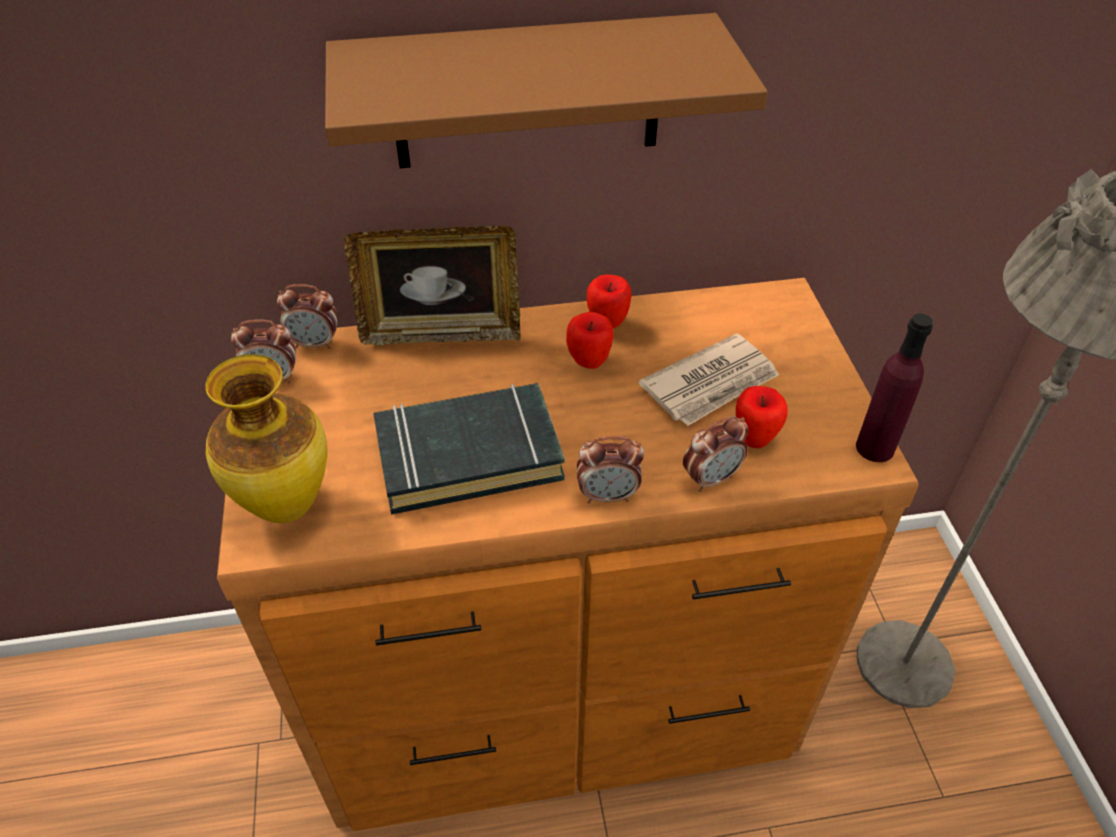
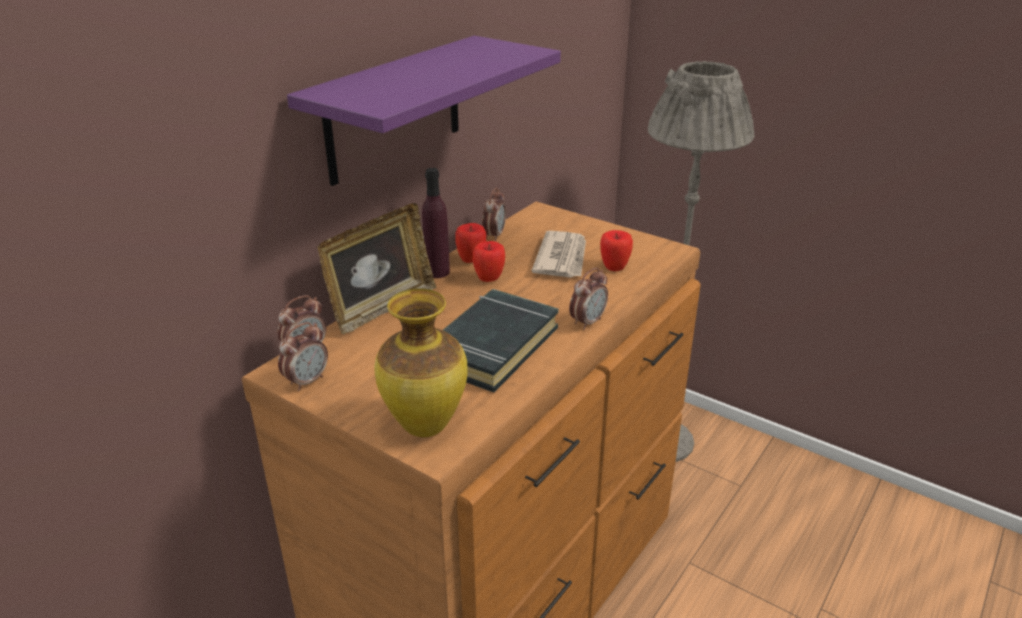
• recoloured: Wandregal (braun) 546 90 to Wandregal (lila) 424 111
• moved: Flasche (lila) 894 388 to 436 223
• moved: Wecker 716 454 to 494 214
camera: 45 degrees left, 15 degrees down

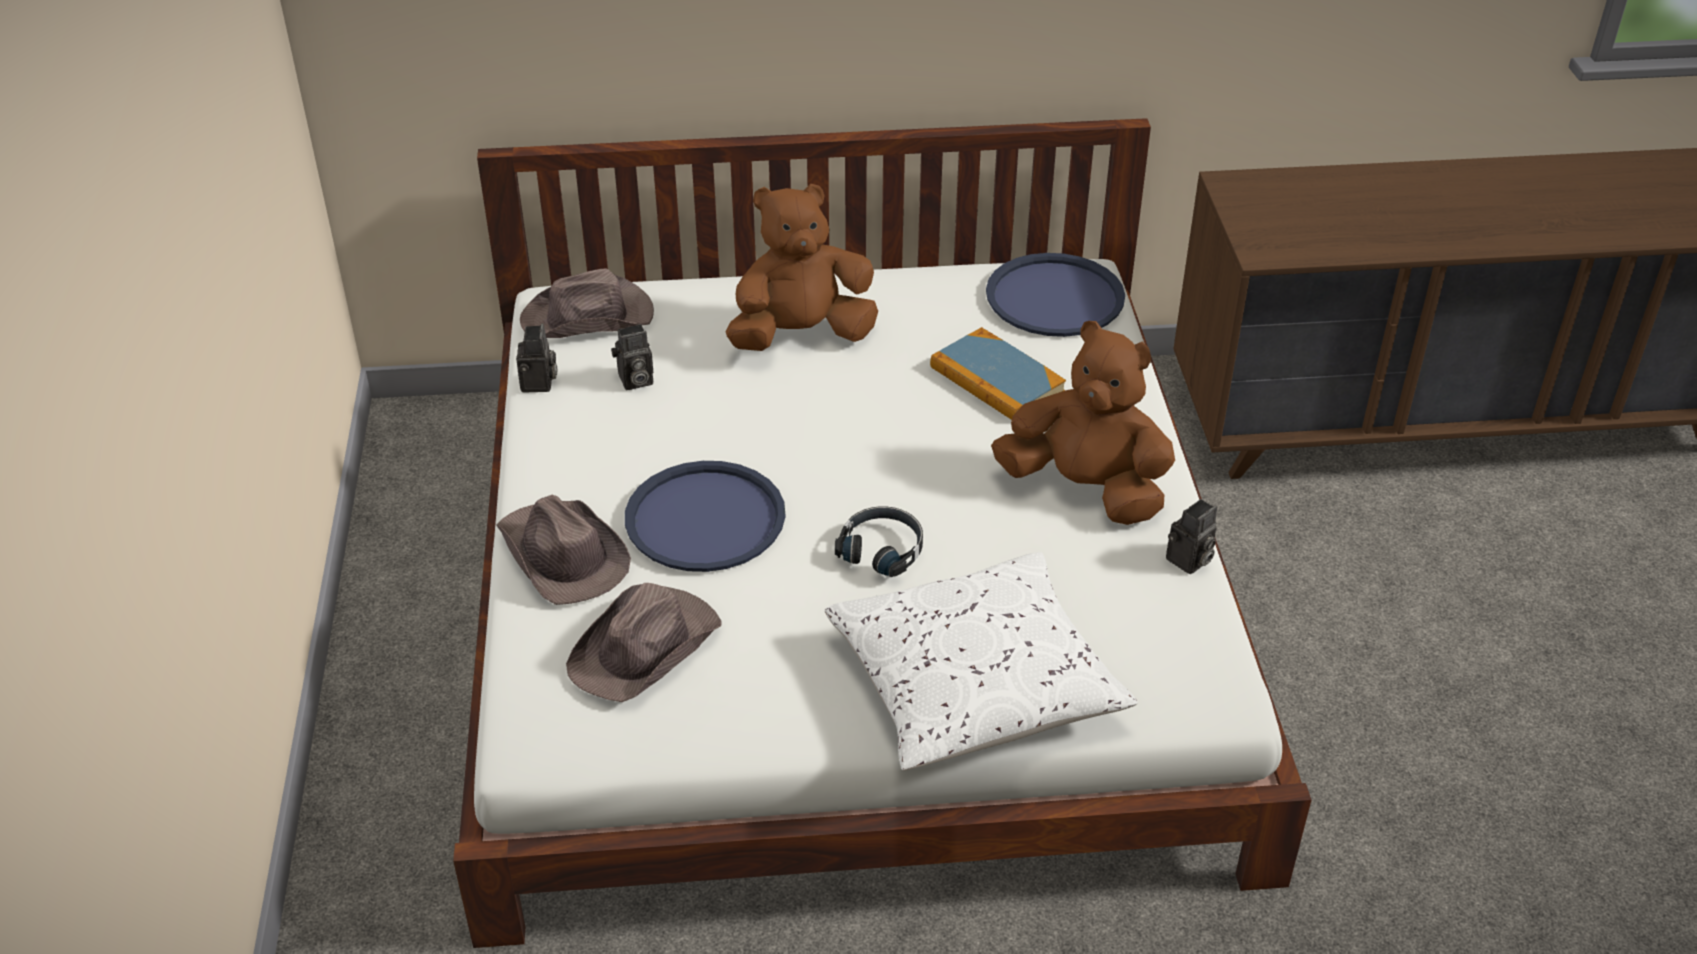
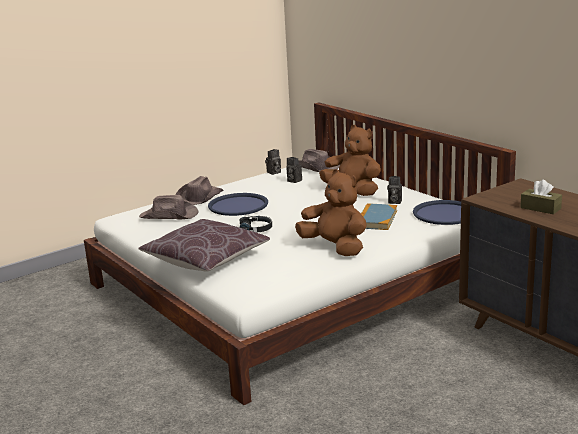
• recoloured: Kissen (weiß) 981 661 to Kissen (braun) 204 245
• turned: Plüschtier (braun) 1083 423 = 331 212 45 degrees counterclockwise
• moved: Kamera 1191 536 to 394 190
• added: Taschentuchbox (braun) 541 197
camera: 60 degrees right, 20 degrees down

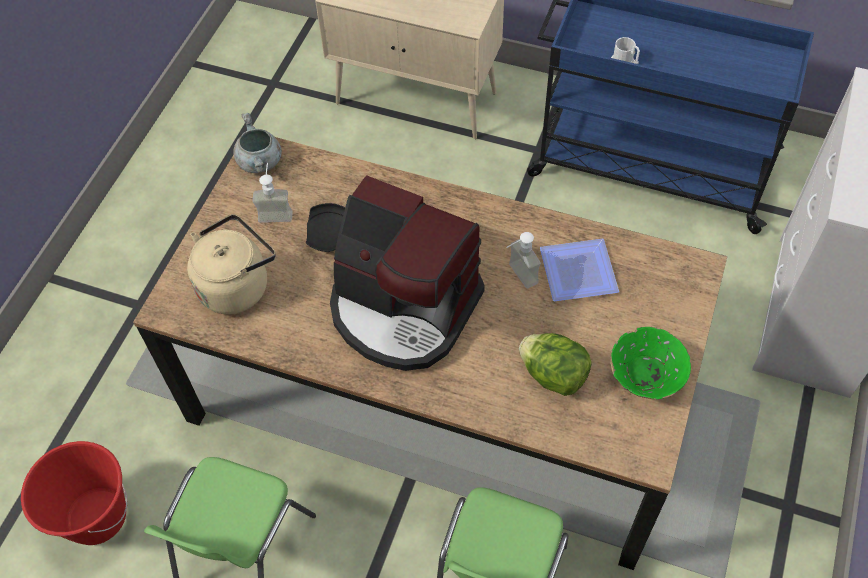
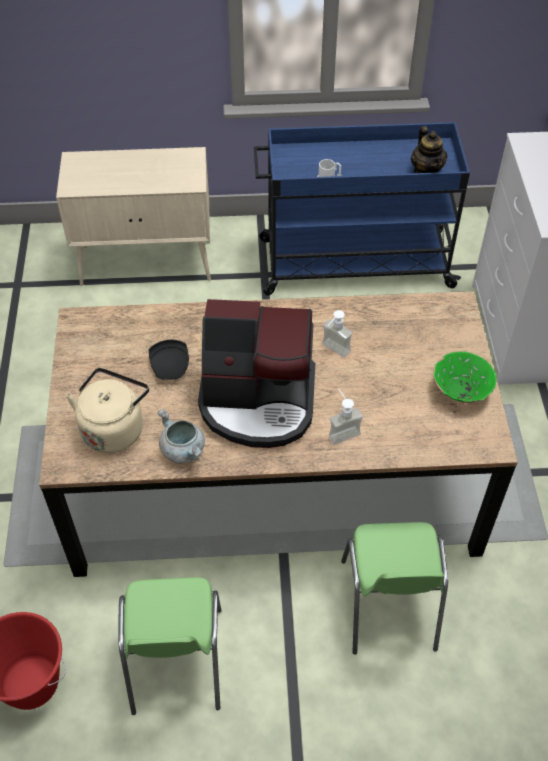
• moved: Kochtopf (grau) 258 143 to 181 436
• moved: Seifenspender 273 193 to 346 417
• added: Teekanne 429 149
• removed: Salatkopf 555 364
• removed: Teller 579 270
camera: 25 degrees left, 5 degrees down

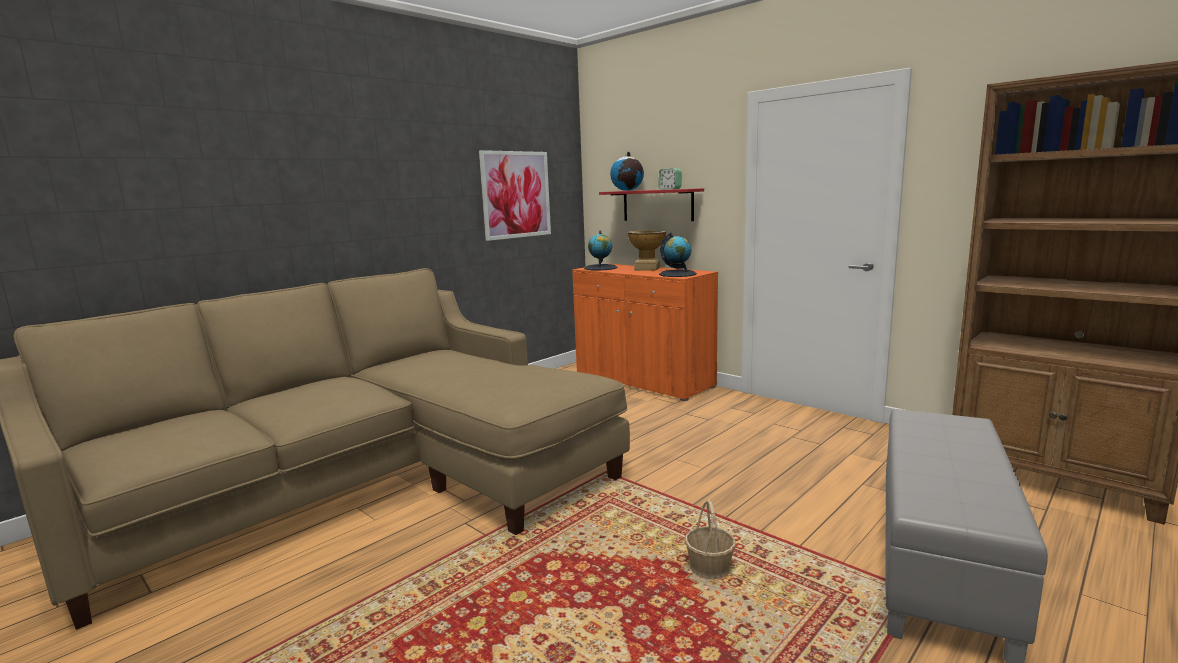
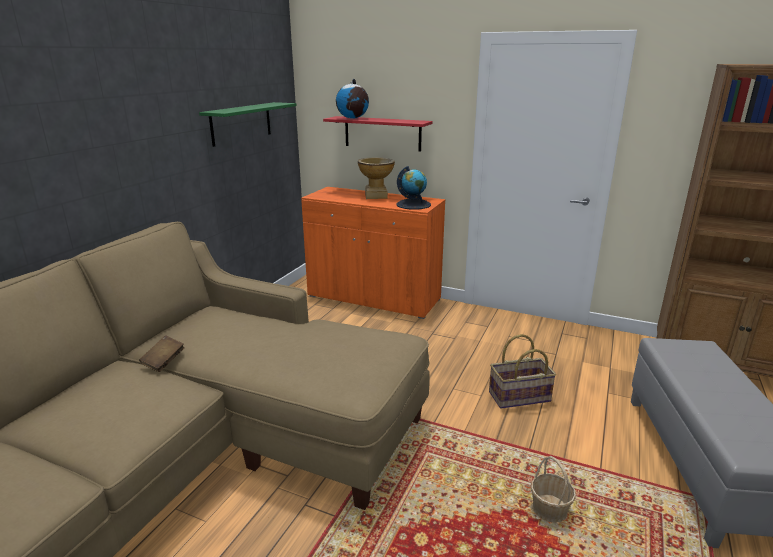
• added: Buch (braun) 162 353
• replaced: Bild 515 195 to Wandregal (grün) 248 124
• added: Korb 522 371
• removed: Globus 601 250
• removed: Wecker 670 179
camera: 20 degrees left, 10 degrees up

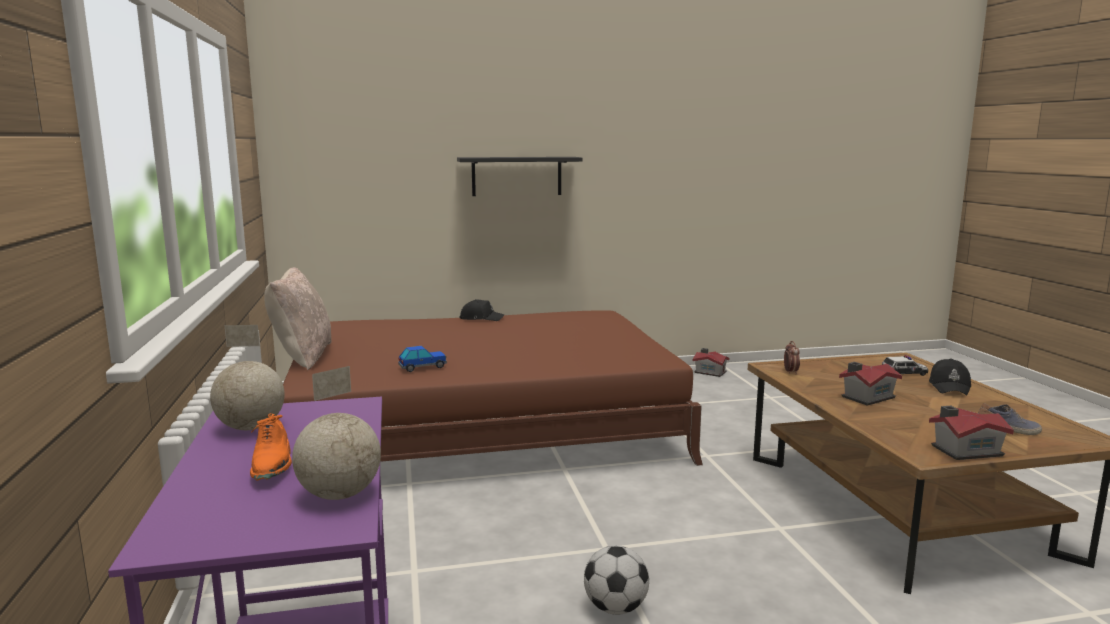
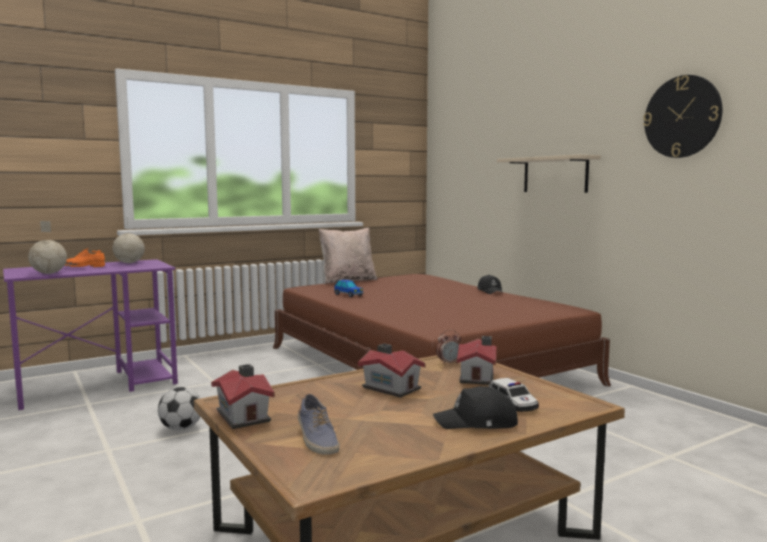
• moved: Spielzeughaus 711 362 to 476 360
• recoloured: Wandregal (schwarz) 520 176 to Wandregal (beige) 549 174
• added: Wanduhr 683 116
camera: 70 degrees right, 5 degrees down

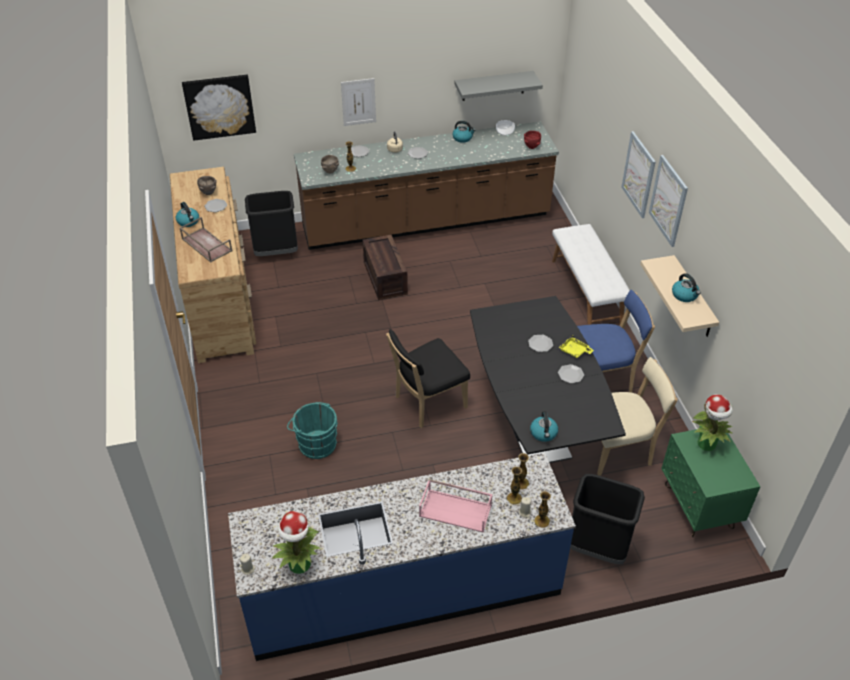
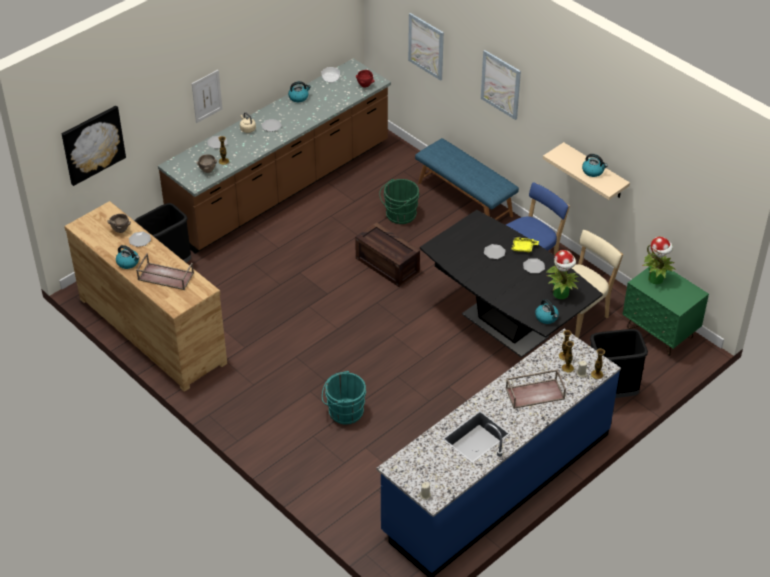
• moved: Kiste 385 267 to 387 254
• added: Eimer (grün) 399 201
• moved: Bild 668 201 to 426 47
• recoloured: Bank (weiß) 591 274 to Bank (blau) 467 179
• recoloured: Tablett (rosa) 456 506 to Tablett (braun) 536 389
• moved: Topfpflanze 296 542 to 563 274
• removed: Stuhl (schwarz) 428 378
• removed: Wandregal (grau) 498 86
camera: 30 degrees left, 0 degrees up

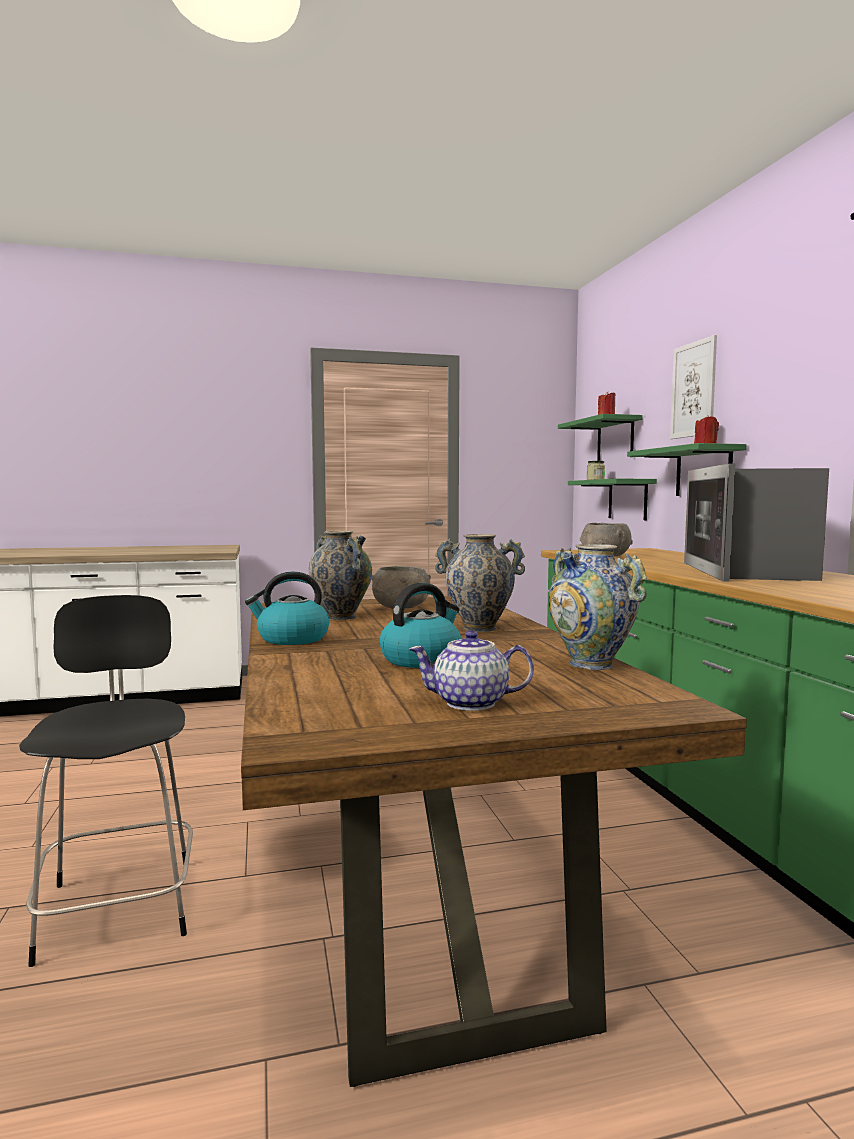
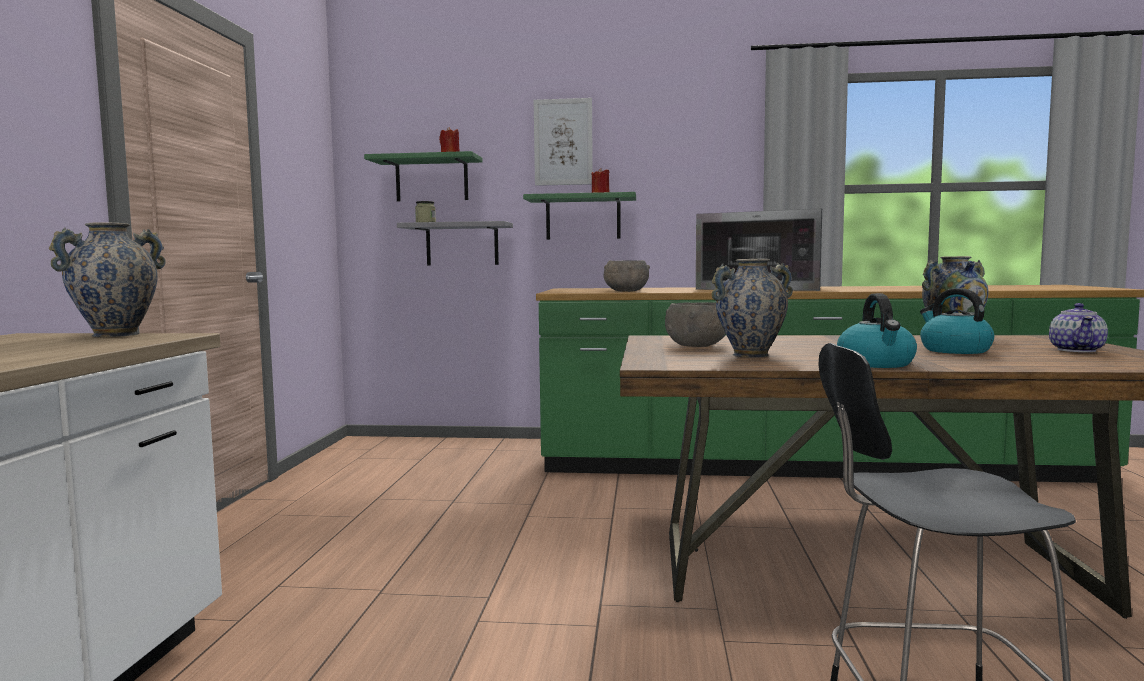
• moved: Vase 480 583 to 107 279
• recoloured: Wandregal (grün) 612 499 to Wandregal (grau) 455 243
camera: 70 degrees left, 0 degrees up

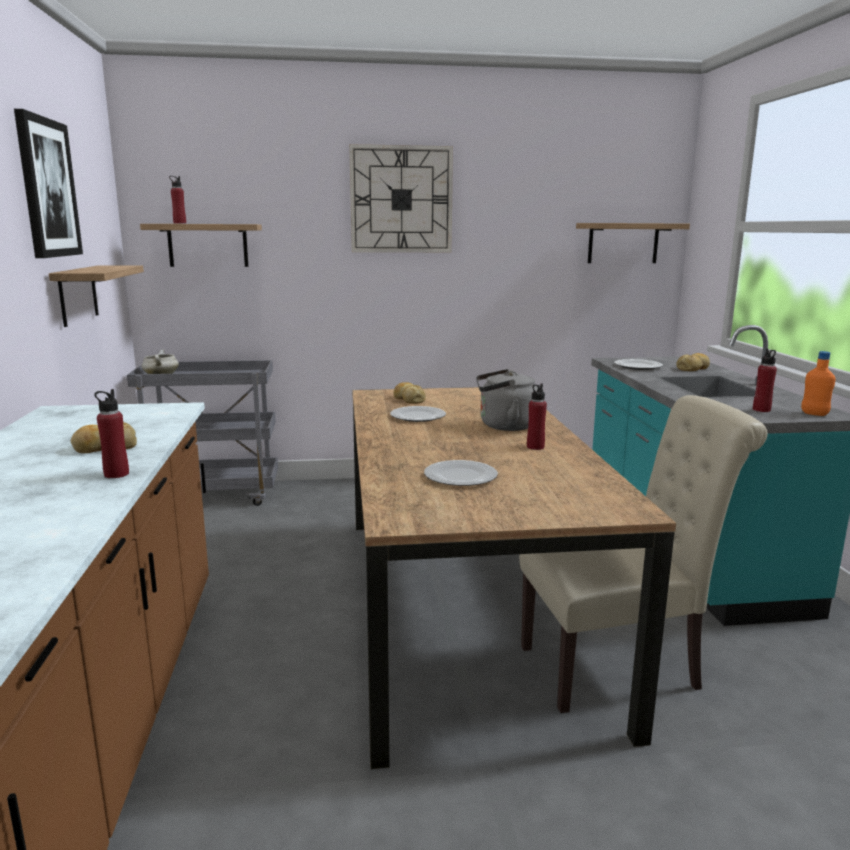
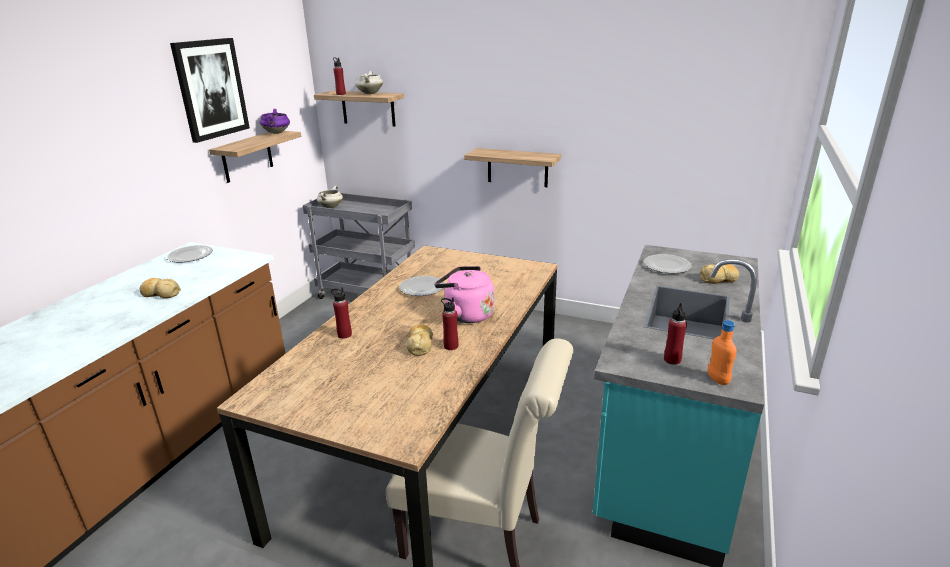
• moved: Teller 461 473 to 189 254
• added: Kochtopf (lila) 275 121
• moved: Flasche (rot) 112 433 to 341 313
• added: Kochtopf (weiß) 369 82
• moved: Brot 410 393 to 419 340
• recoloured: Wasserkessel (grau) 507 400 to Wasserkessel (rosa) 464 294
• moved: Wandregal 633 243 to 512 167
• removed: Wanduhr 401 198
camera: 30 degrees right, 10 degrees up

